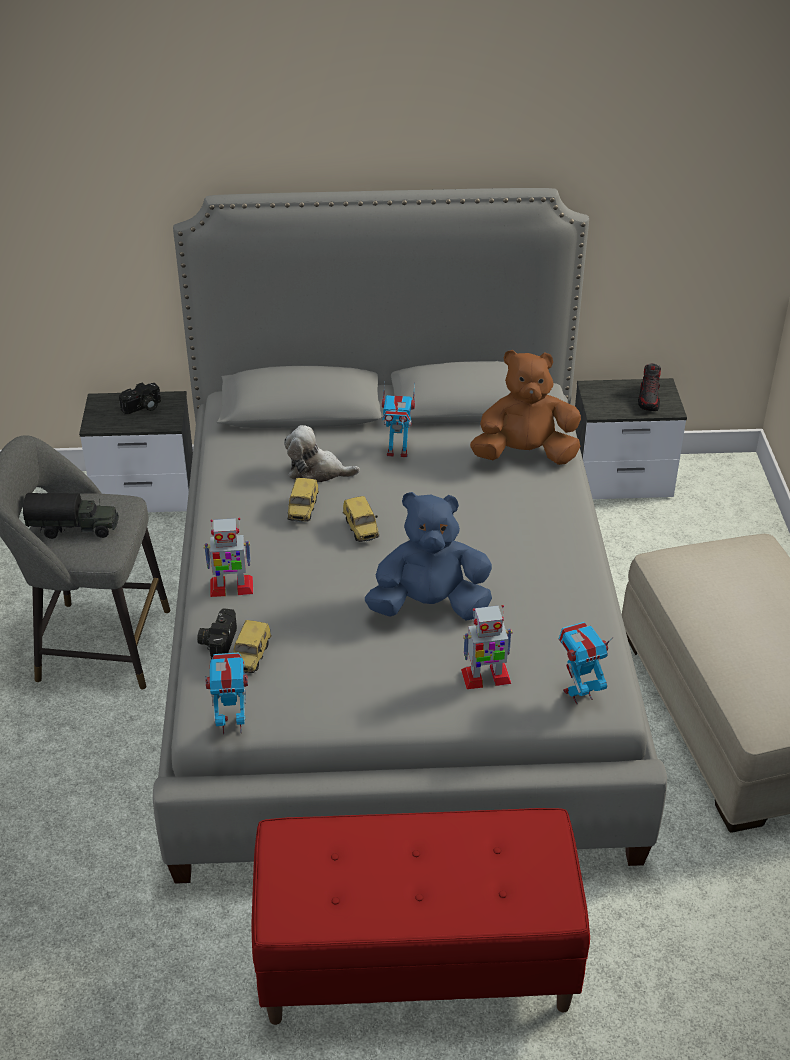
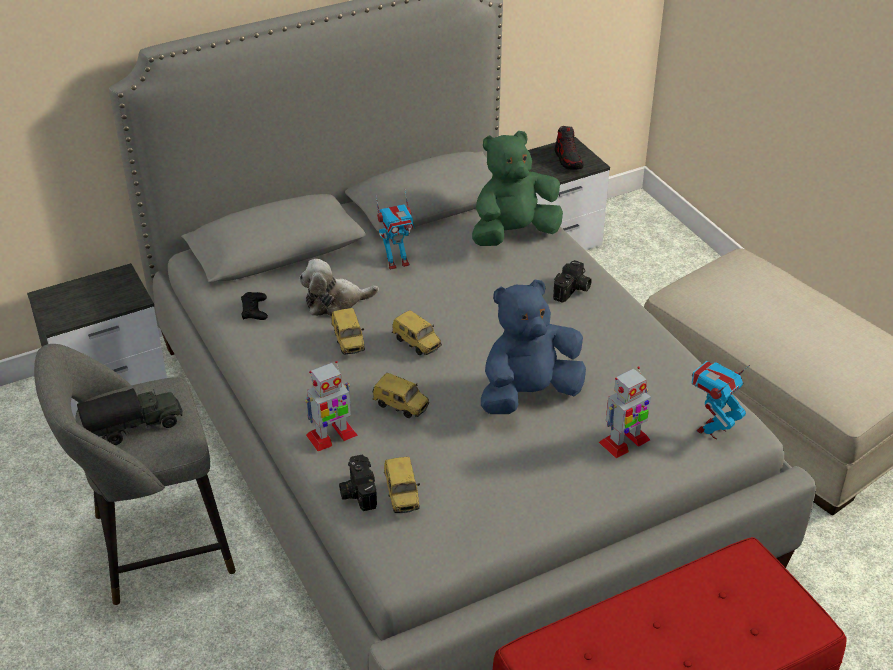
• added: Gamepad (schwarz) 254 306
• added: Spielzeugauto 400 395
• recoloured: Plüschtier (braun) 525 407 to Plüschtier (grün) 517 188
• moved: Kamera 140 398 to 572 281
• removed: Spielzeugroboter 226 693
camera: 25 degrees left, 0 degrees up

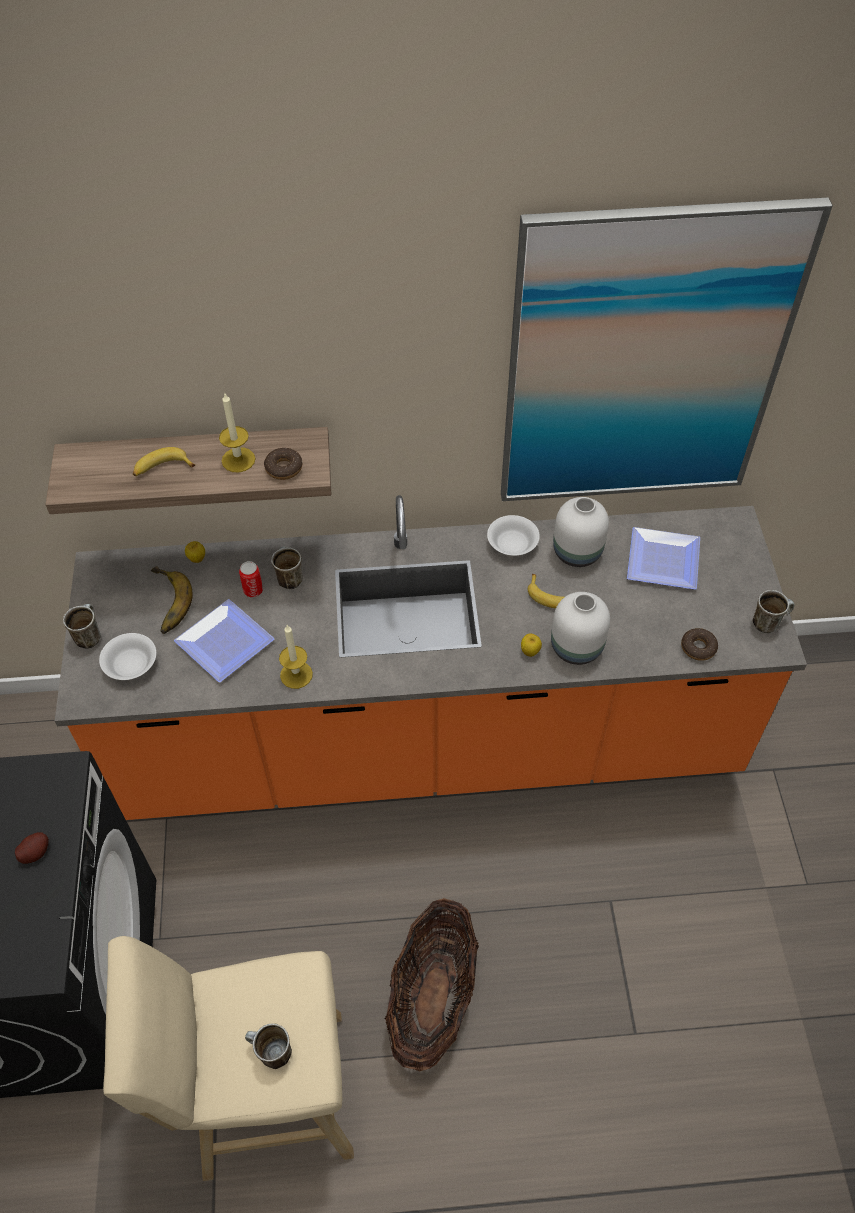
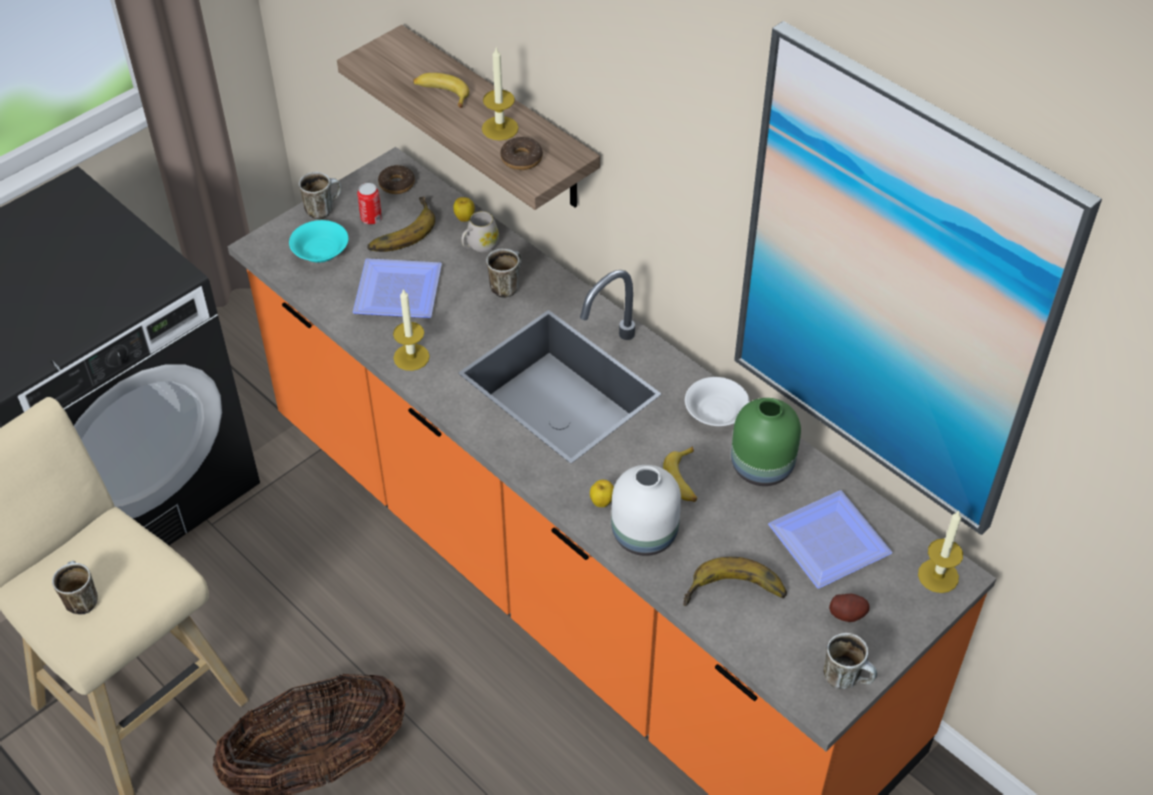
• recoloured: Schüssel (weiß) 127 656 to Schüssel (türkis) 318 241
• moved: Dose 251 579 to 369 204
• moved: Donut 699 644 to 396 179
• added: Henkelbecher (weiß) 480 231
• added: Banane 735 581
• recoloured: Vase (weiß) 581 532 to Vase (grün) 766 442
• moved: Kartoffel 32 848 to 849 608
• added: Kerze 940 552
camera: 50 degrees right, 5 degrees down

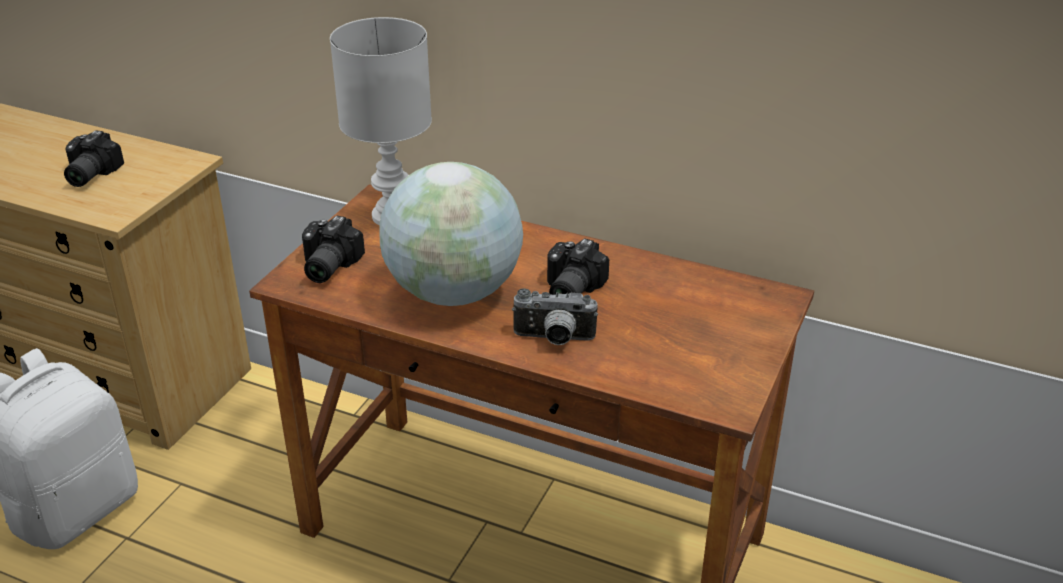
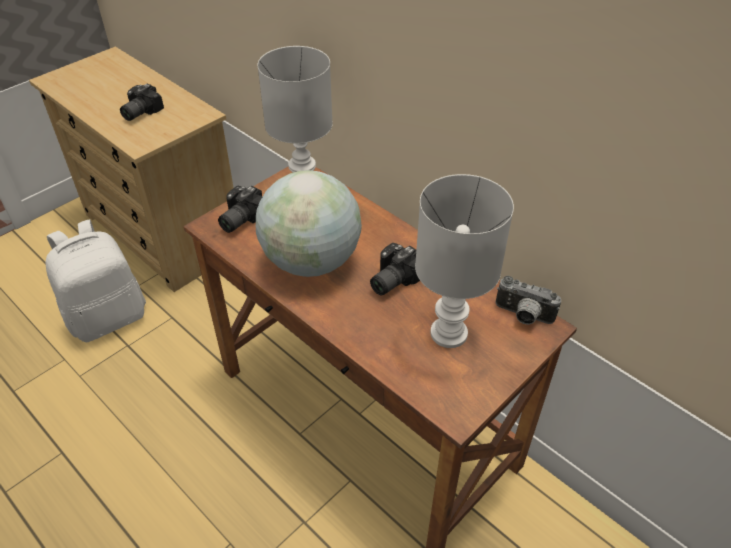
• added: Tischlampe (weiß) 464 261
• moved: Kamera 555 316 to 528 300
camera: 20 degrees right, 10 degrees up

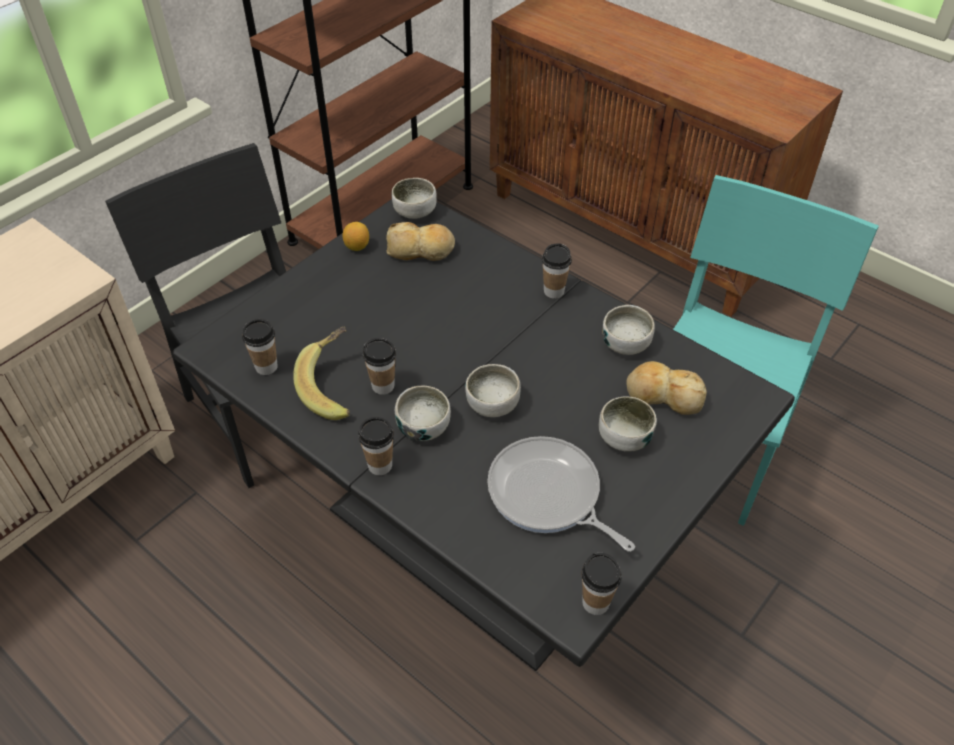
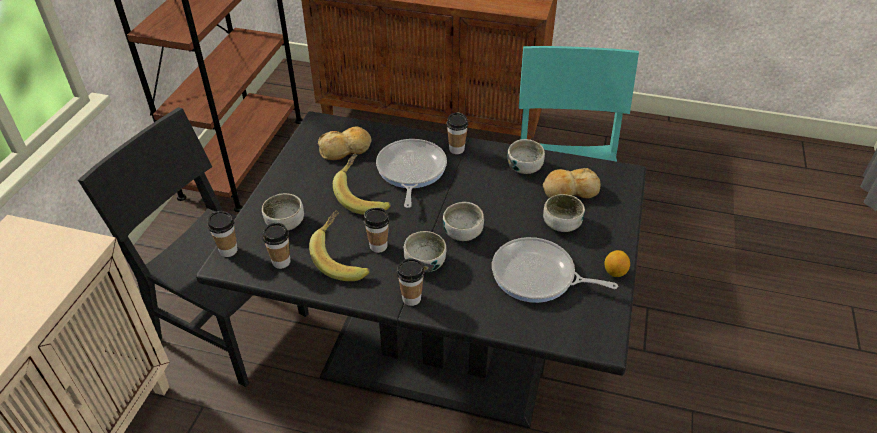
• moved: Tasse 602 584 to 223 234
• moved: Schüssel 414 198 to 283 212
• added: Banane 362 184
• added: Pfanne 411 173
• moved: Zitrone 356 236 to 617 263
camera: 25 degrees left, 5 degrees down

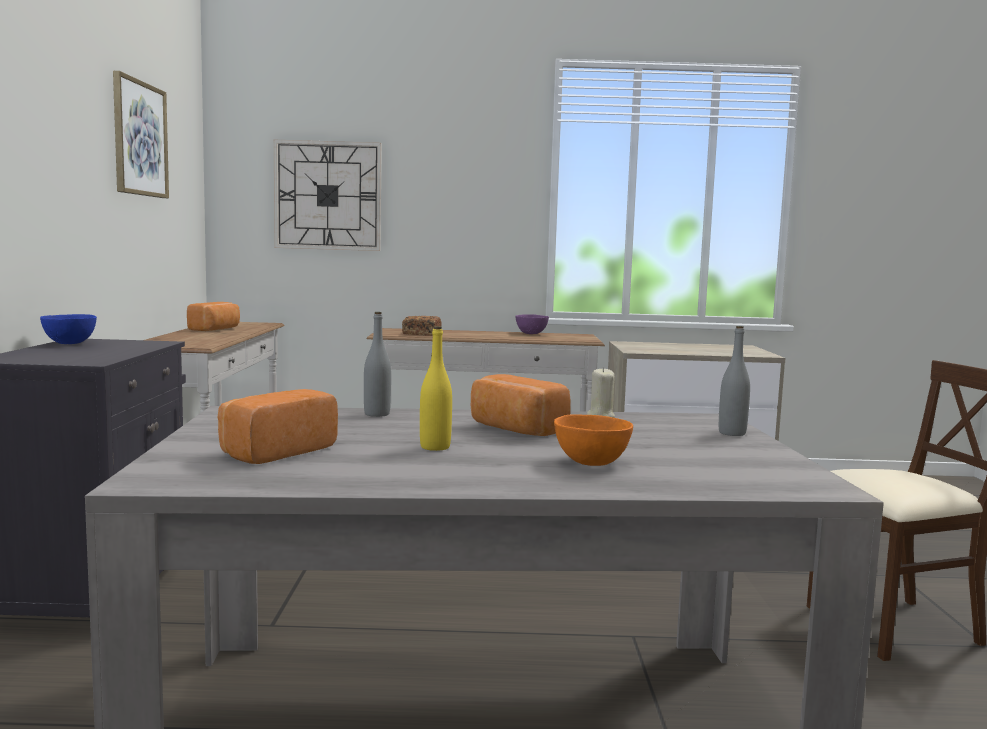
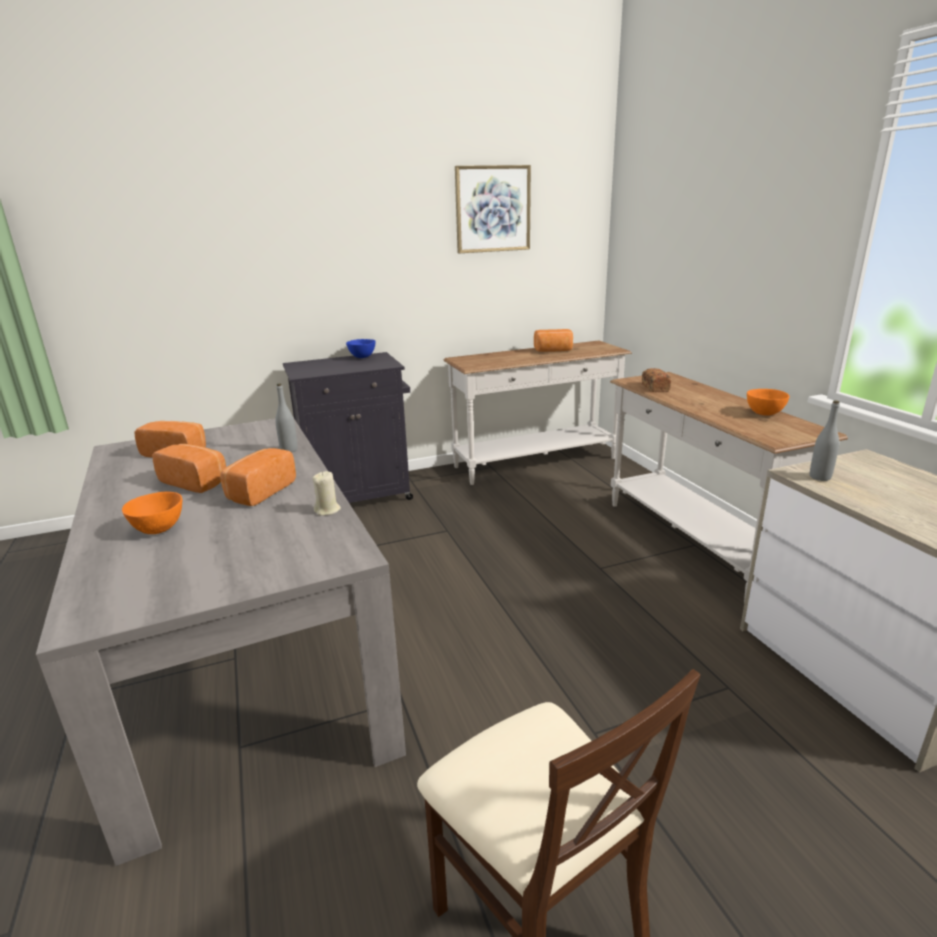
• replaced: Flasche (gelb) 436 388 to Brot 189 468
• recoloured: Schüssel (lila) 532 324 to Schüssel (orange) 768 402
• moved: Flasche (grau) 734 381 to 825 441
• removed: Wanduhr 328 195
camera: 70 degrees right, 15 degrees up

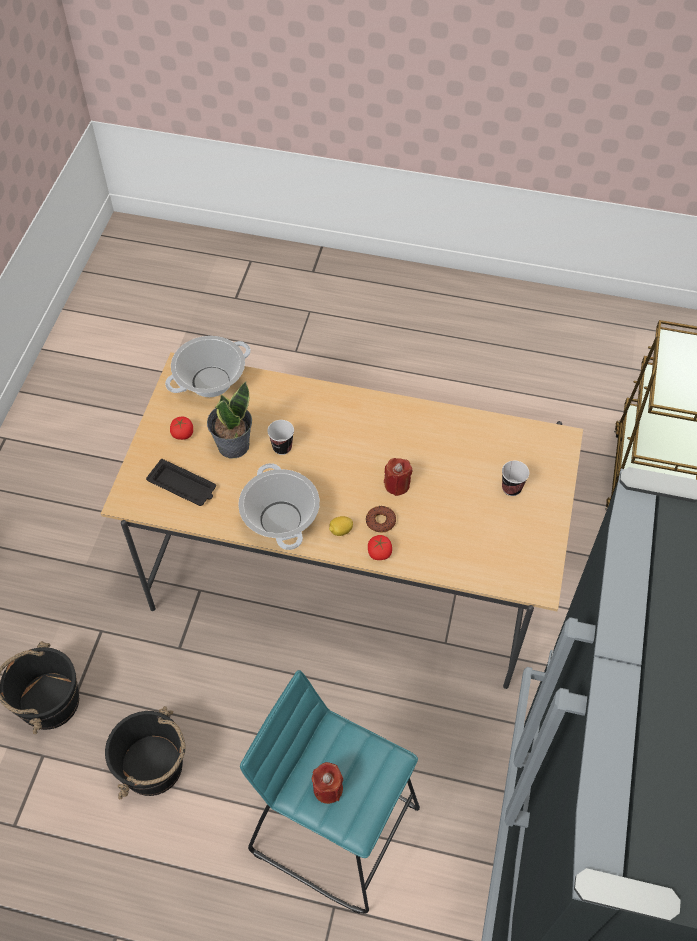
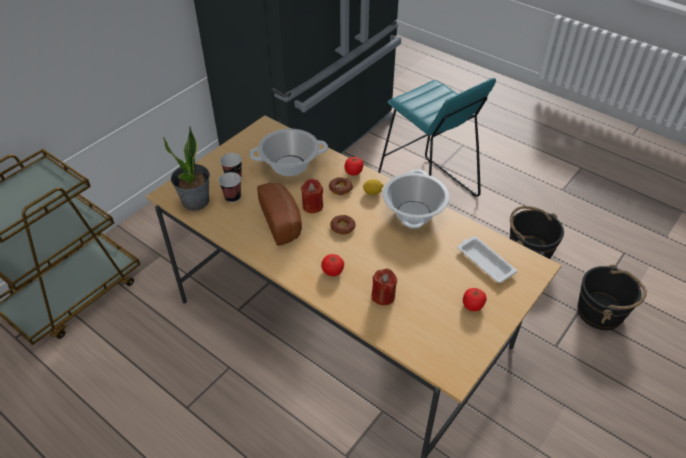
• moved: Topfpflanze 229 420 to 186 169
• moved: Tasse 280 437 to 230 187
• moved: Kochtopf 208 366 to 288 152
• added: Brot 279 214
• added: Tomate 332 265
• added: Donut 343 225
• moved: Kerze (rot) 327 783 to 384 286
• recoloured: Tablett (schwarz) 181 482 to Tablett (weiß) 487 259
camera: 155 degrees left, 10 degrees down

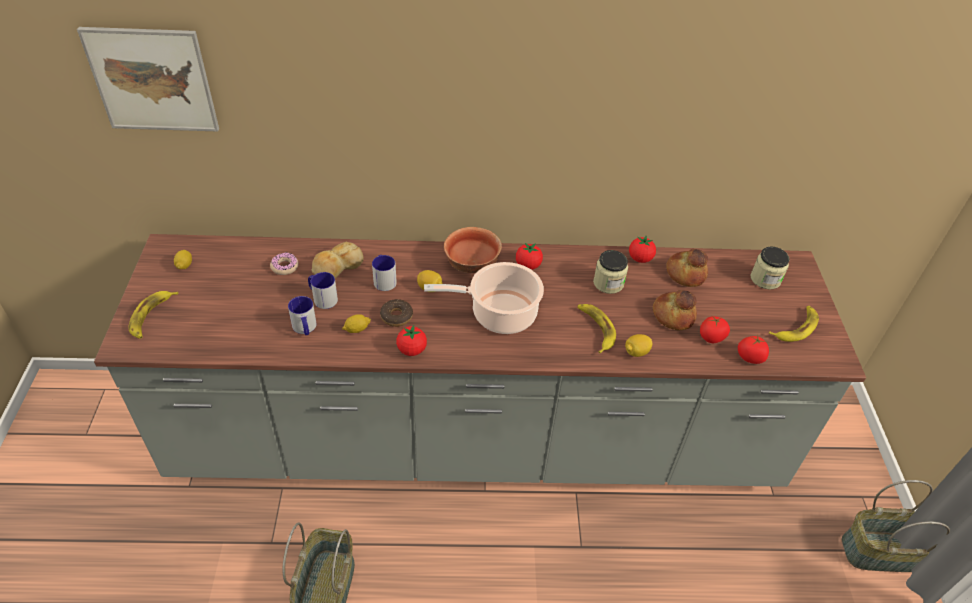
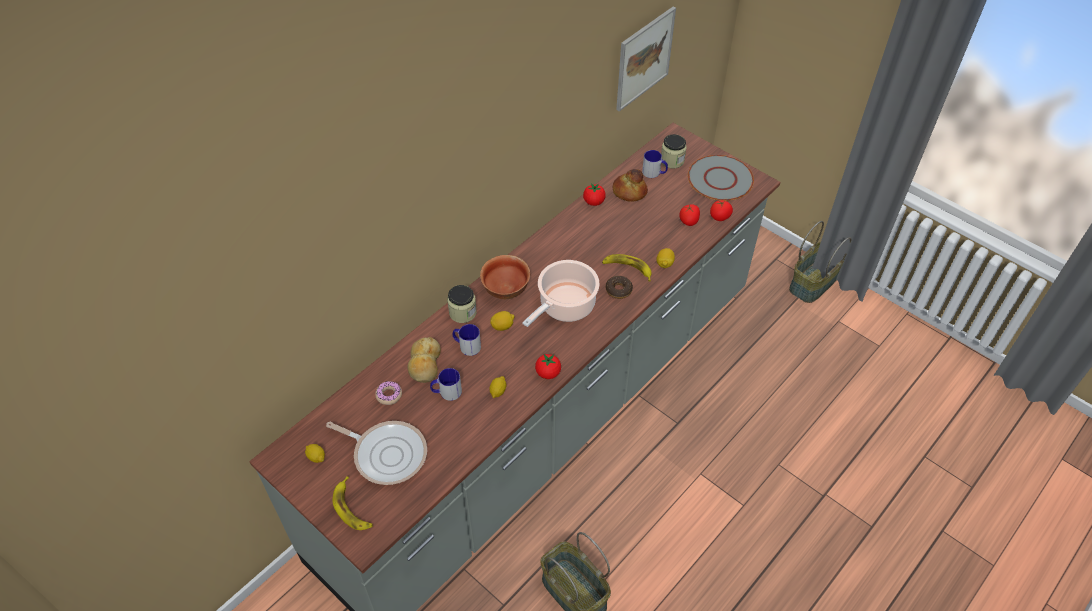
• added: Pfanne 376 453
• moved: Vorratsglas 610 272 to 462 304
• moved: Donut 396 313 to 619 287
• moved: Bild 148 79 to 646 58
• moved: Henkelbecher 302 315 to 655 164
• replaced: Banane 794 324 to Teller (grau) 721 178
• removed: Tomate 529 256
• removed: Brot 675 310
camera: 45 degrees left, 5 degrees up

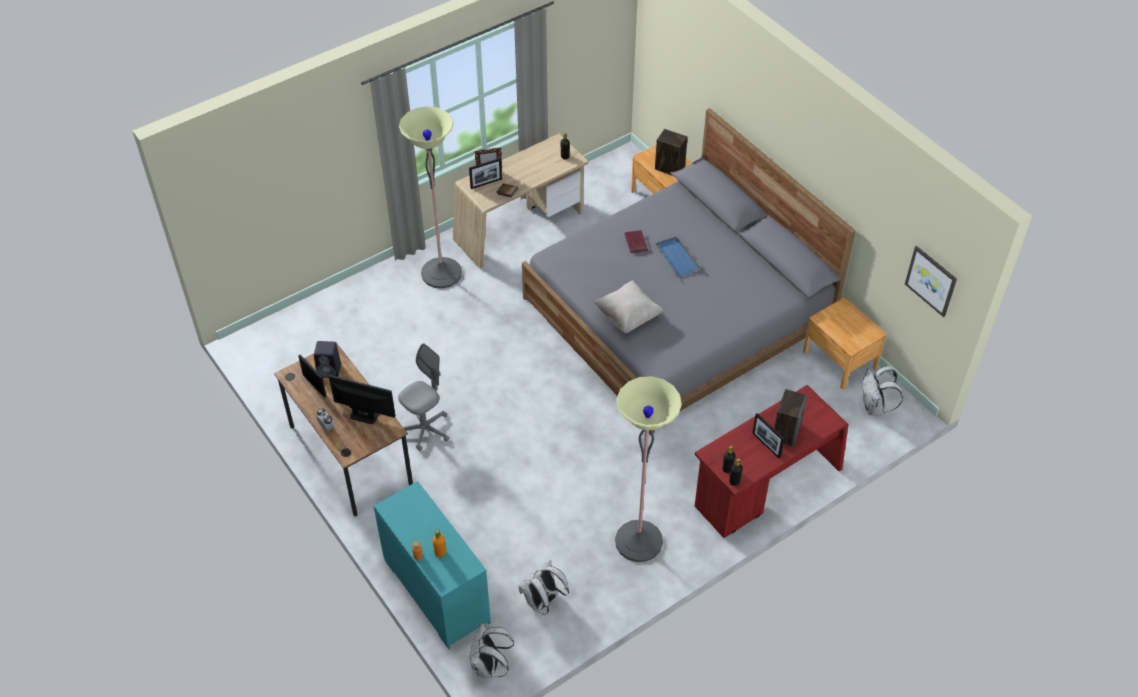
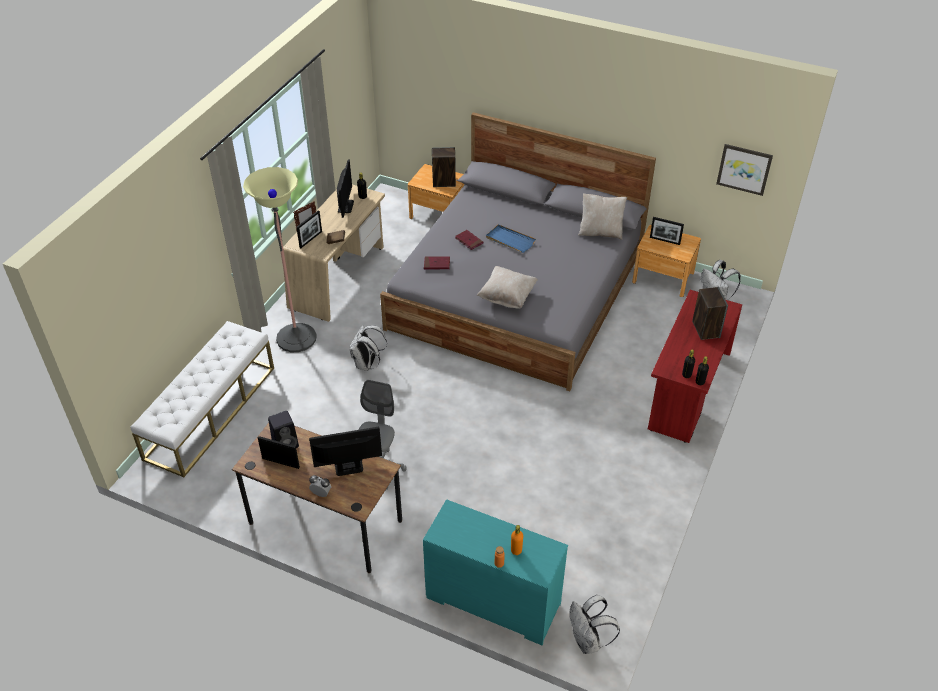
• added: Bank (weiß) 202 399
• added: Monitor 345 188
• moved: Rucksack (weiß) 543 587 to 368 348
• added: Buch (rot) 437 262
• added: Kissen (beige) 602 216
• moved: Bilderrahmen 768 436 to 667 231
• removed: Stehlampe 648 469
camera: 30 degrees left, 5 degrees down

